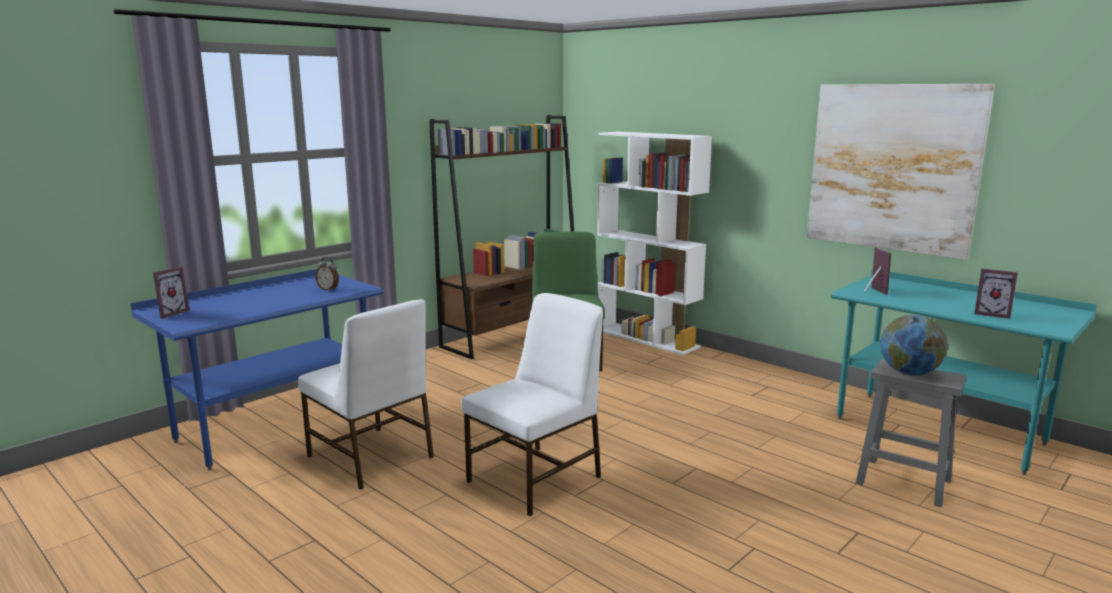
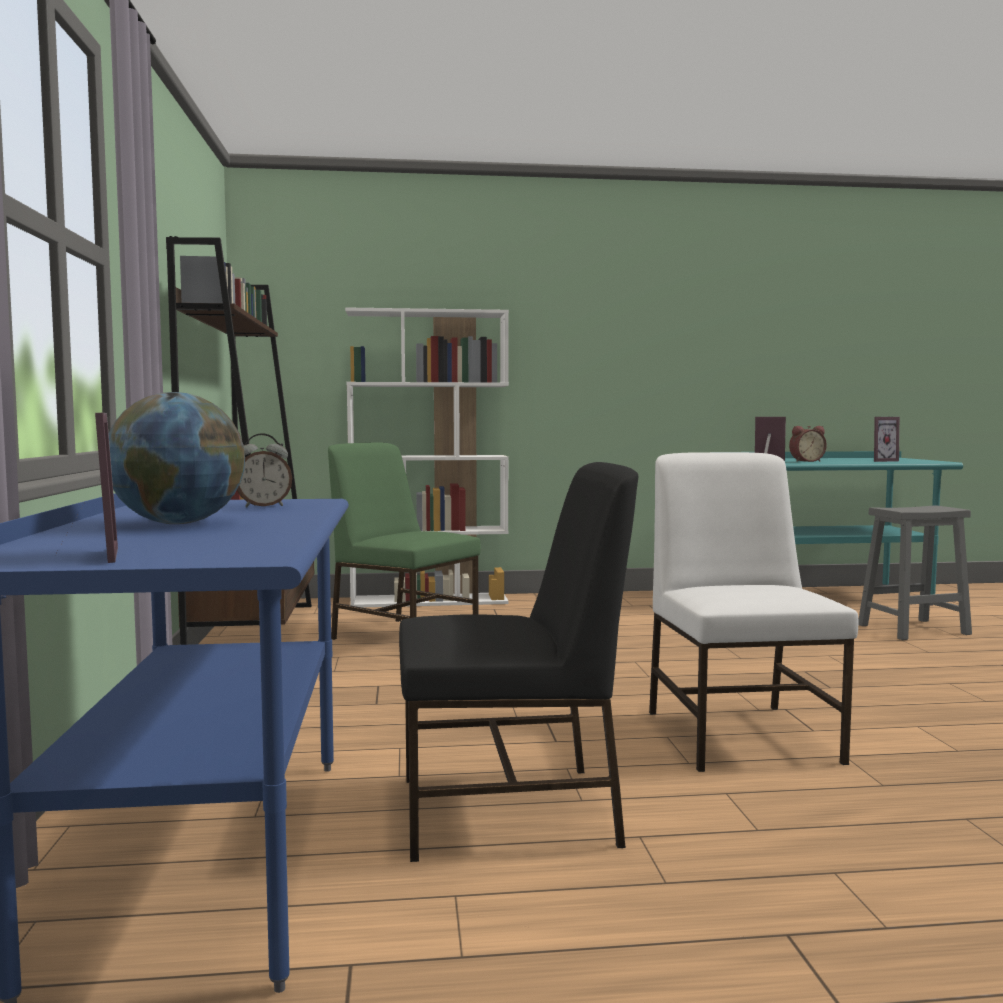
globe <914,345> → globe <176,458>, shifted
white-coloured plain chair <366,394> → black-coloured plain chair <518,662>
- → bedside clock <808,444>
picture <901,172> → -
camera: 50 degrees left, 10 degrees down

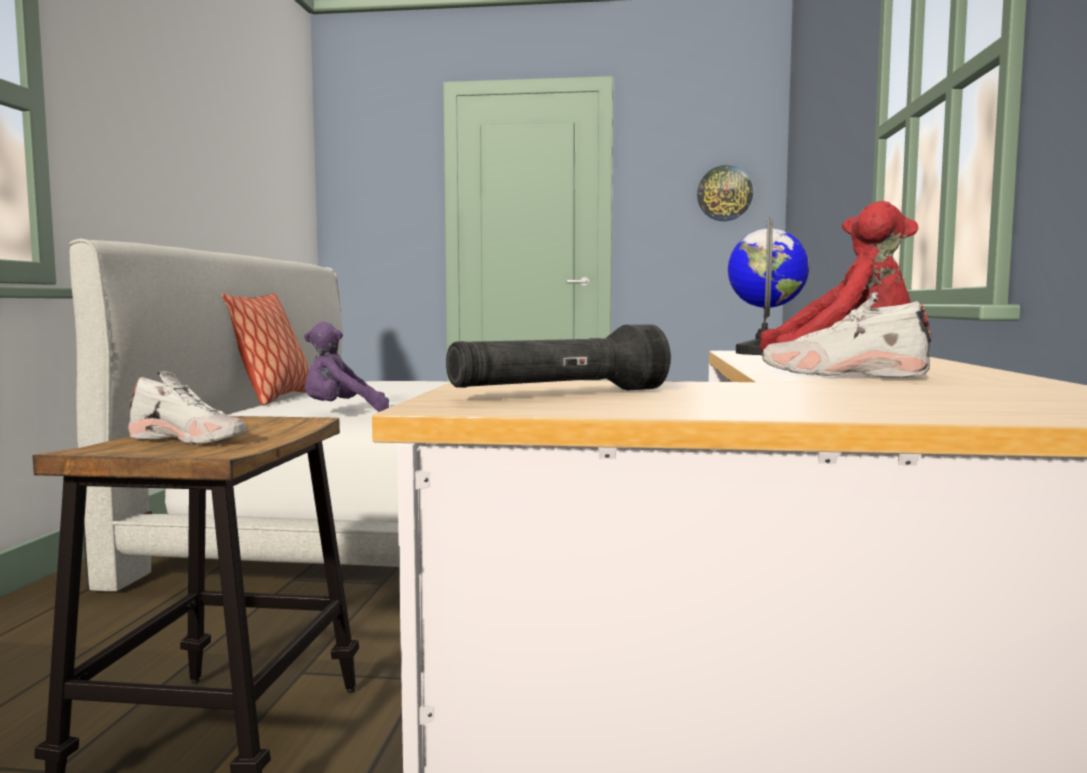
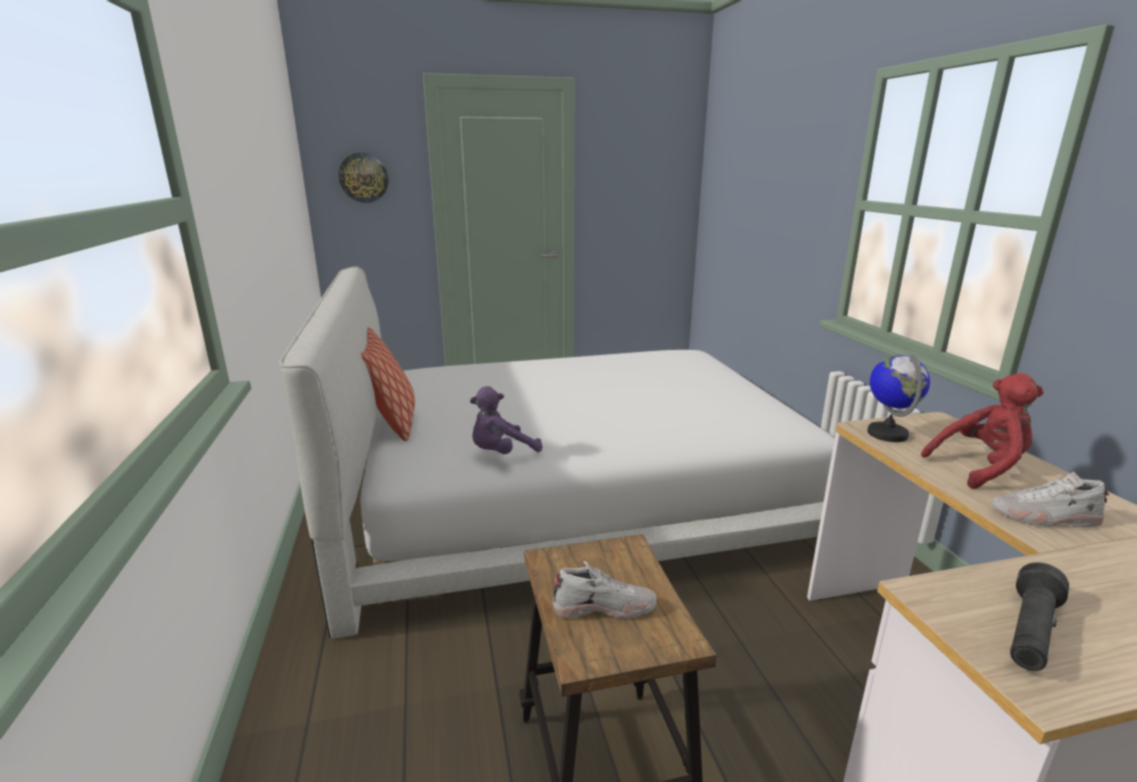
clock on the wall <725,193> → clock on the wall <364,178>, shifted
camera: 20 degrees left, 15 degrees up

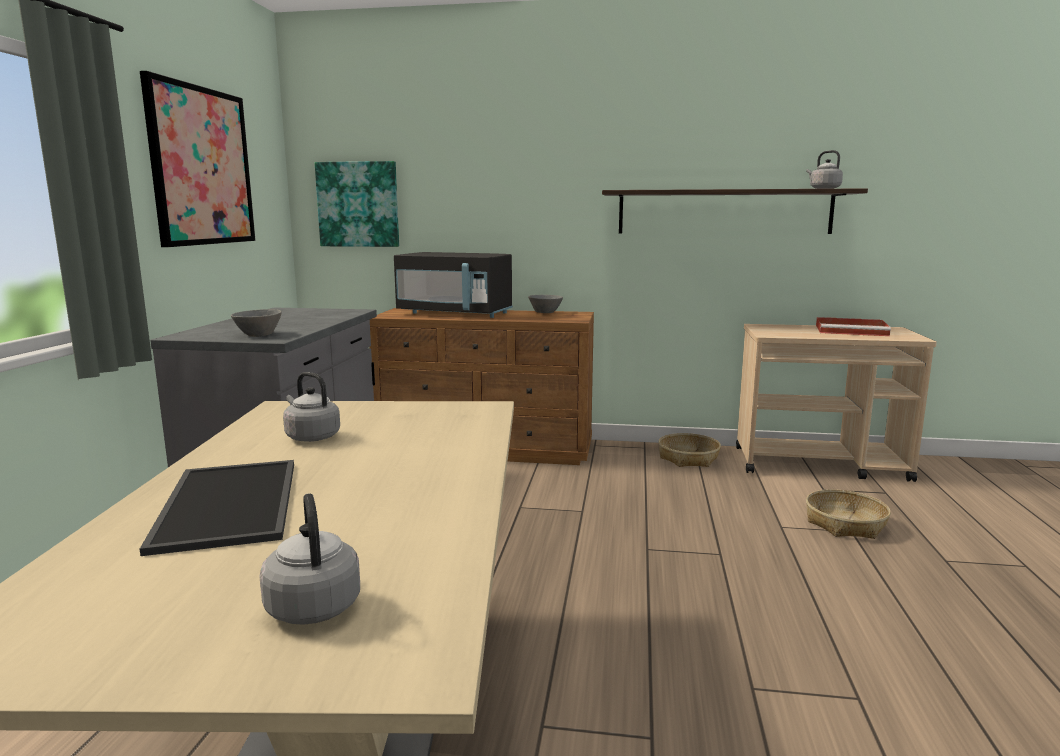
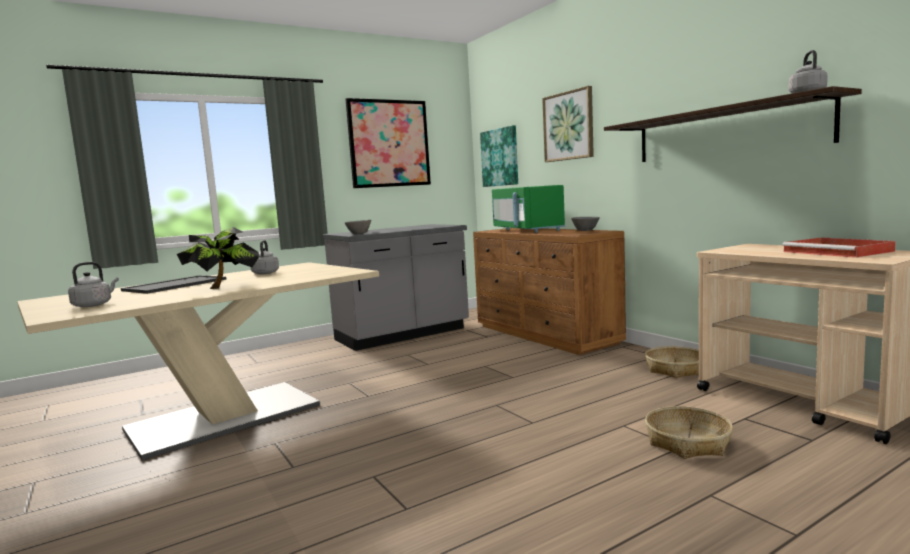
- → potted plant <218,258>
black-coloured kitchen microwave <453,285> → greenish kitchen microwave <528,209>
- → picture <568,124>
camera: 50 degrees right, 5 degrees down

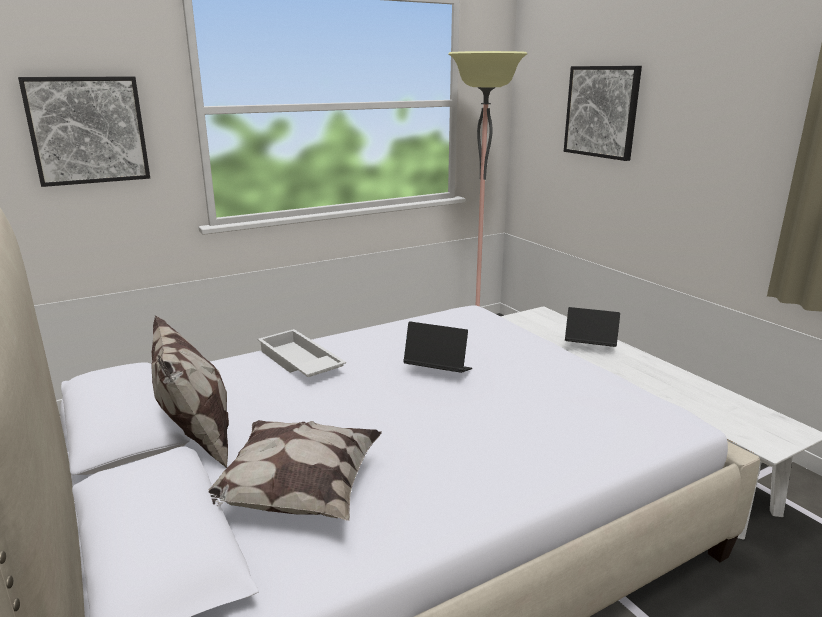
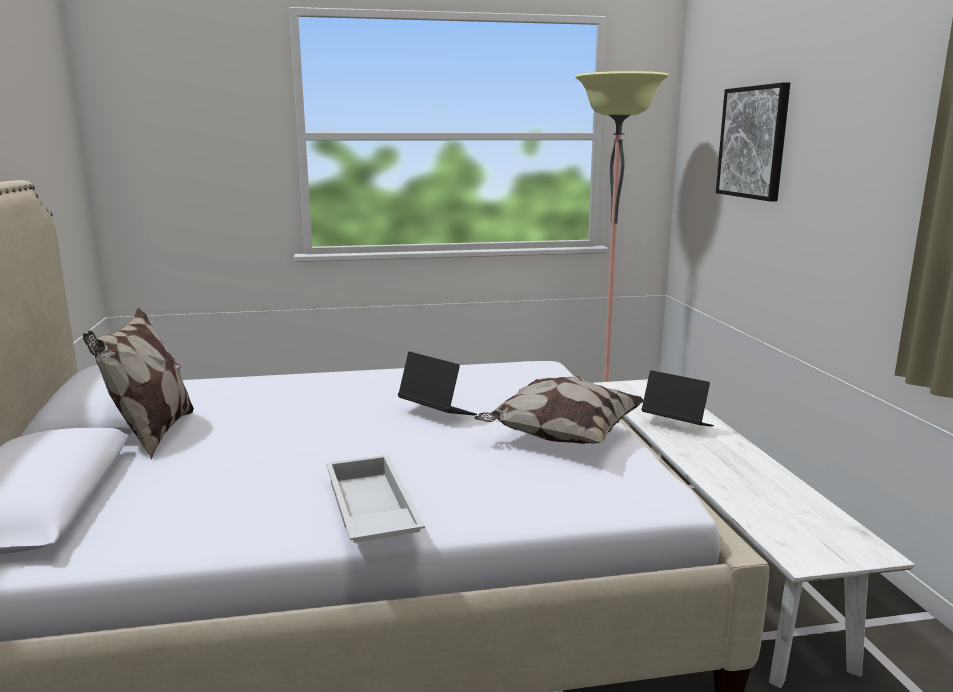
white-coloured tray <302,353> → white-coloured tray <375,499>, shifted
pillow <295,470> → pillow <559,410>, shifted
picture <84,132> → -
camera: 20 degrees right, 5 degrees down

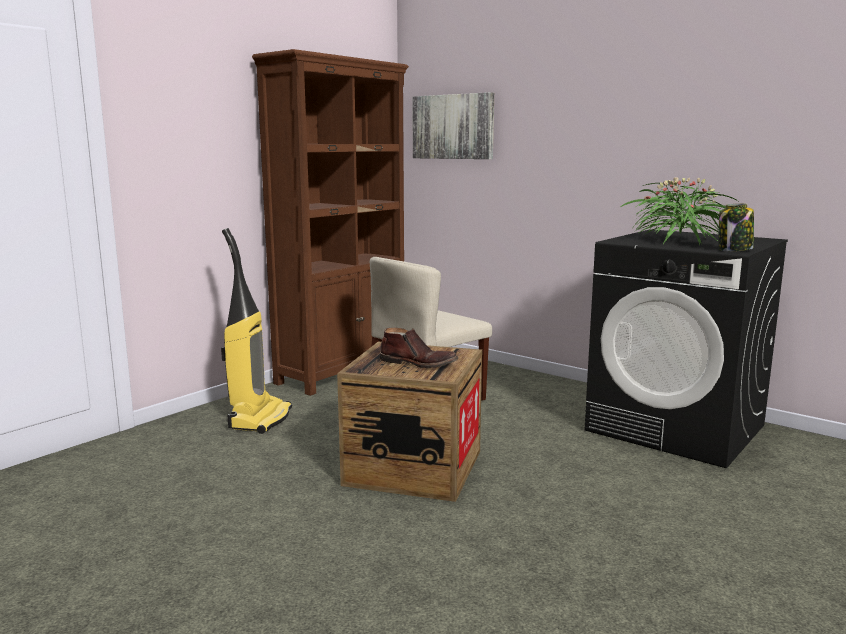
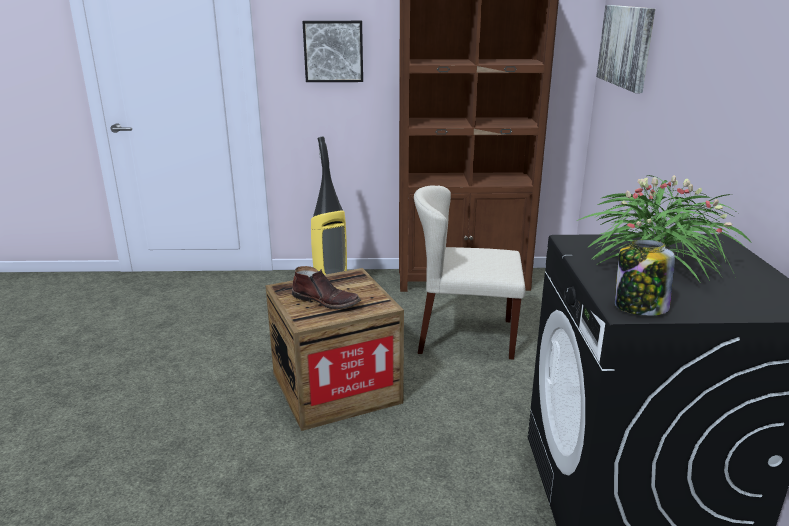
brown high-top boot <418,348> → brown high-top boot <326,287>, 45 degrees counterclockwise
- → picture <332,51>
camera: 50 degrees right, 10 degrees up

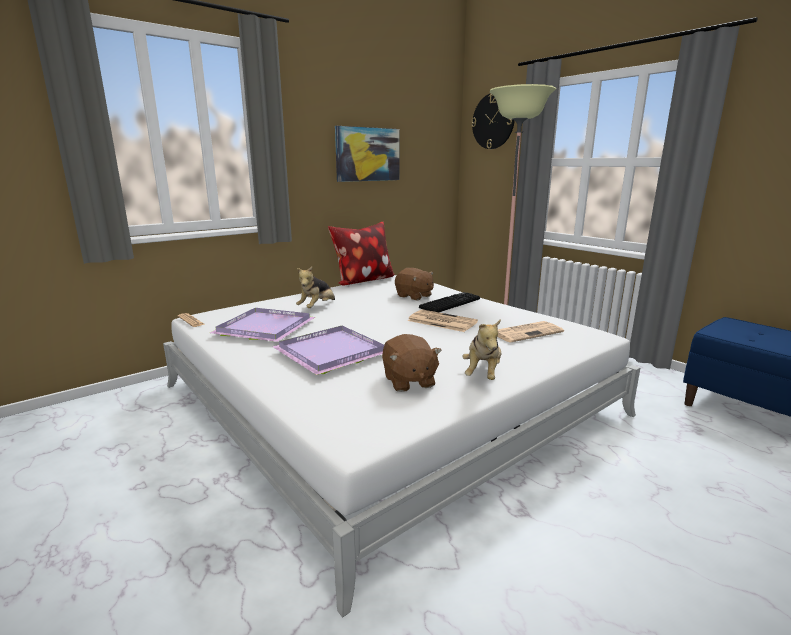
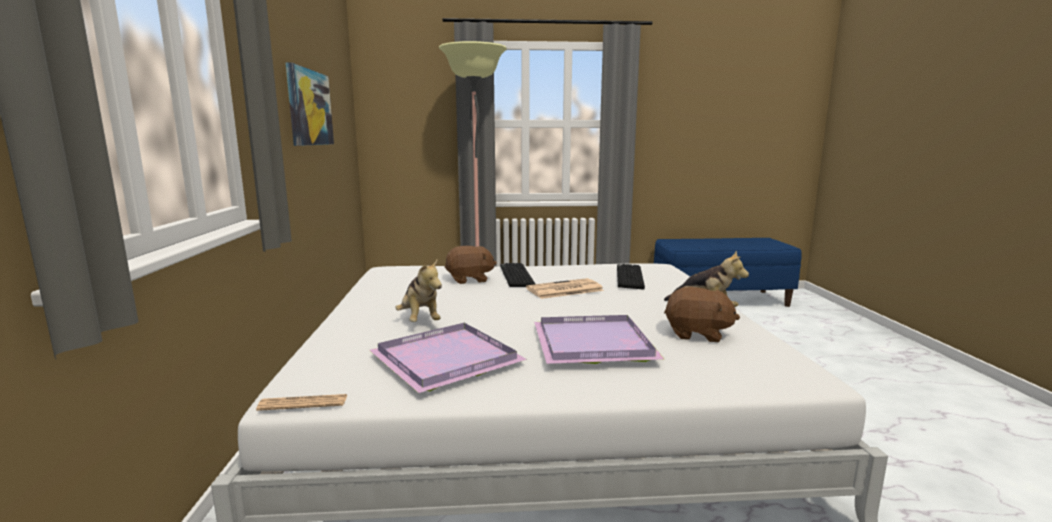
printed paper <530,332> → keyboard <631,277>
pillow <361,253> → -
clock on the wall <493,121> → -
camera: 55 degrees left, 5 degrees down

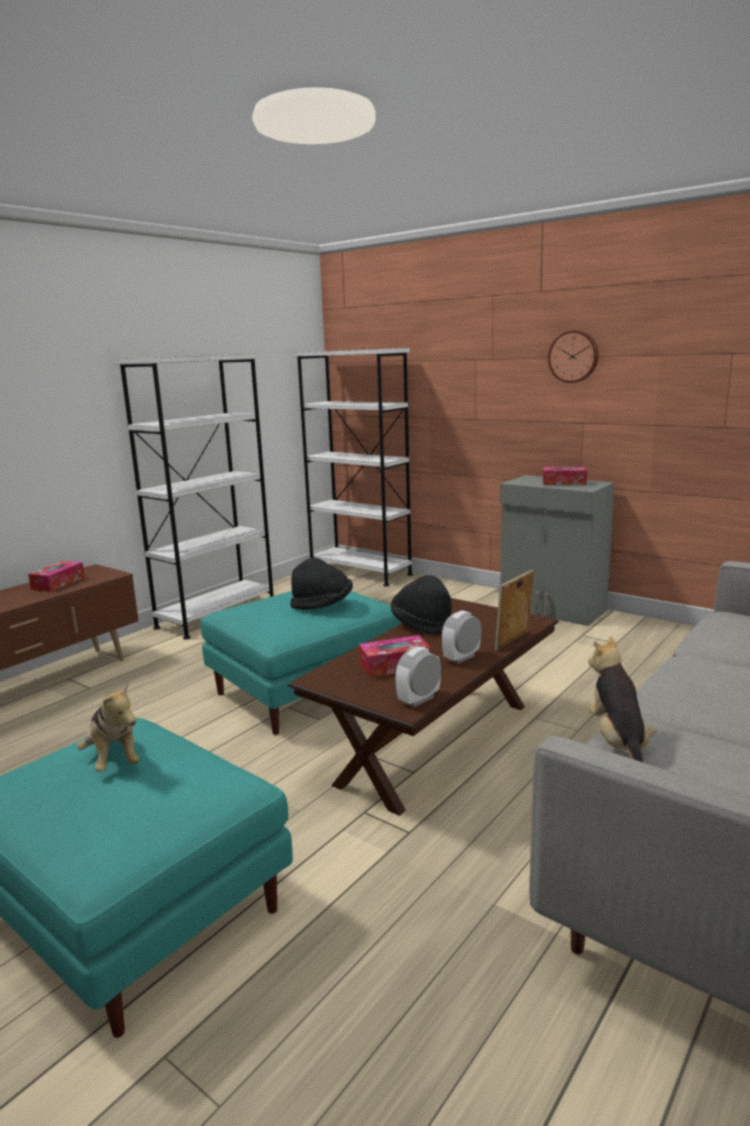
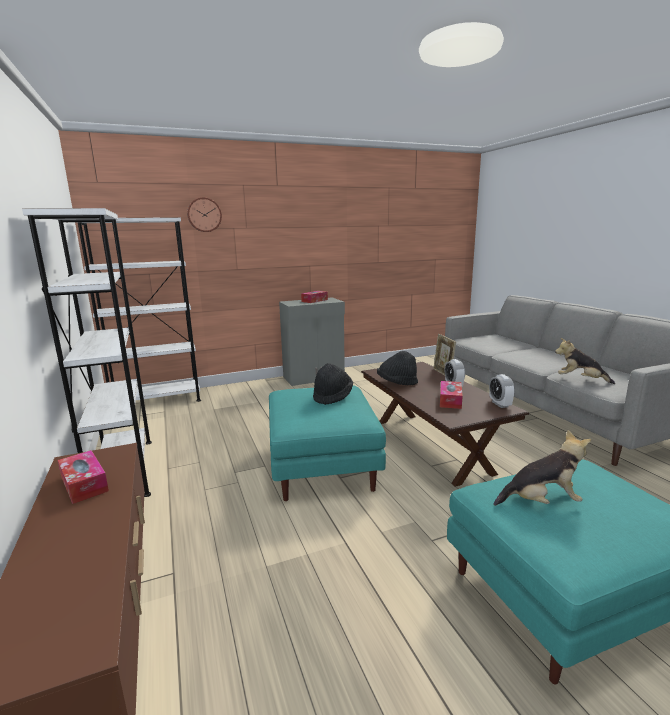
clock on the wall <573,356> → clock on the wall <204,214>, shifted
camera: 60 degrees left, 0 degrees up

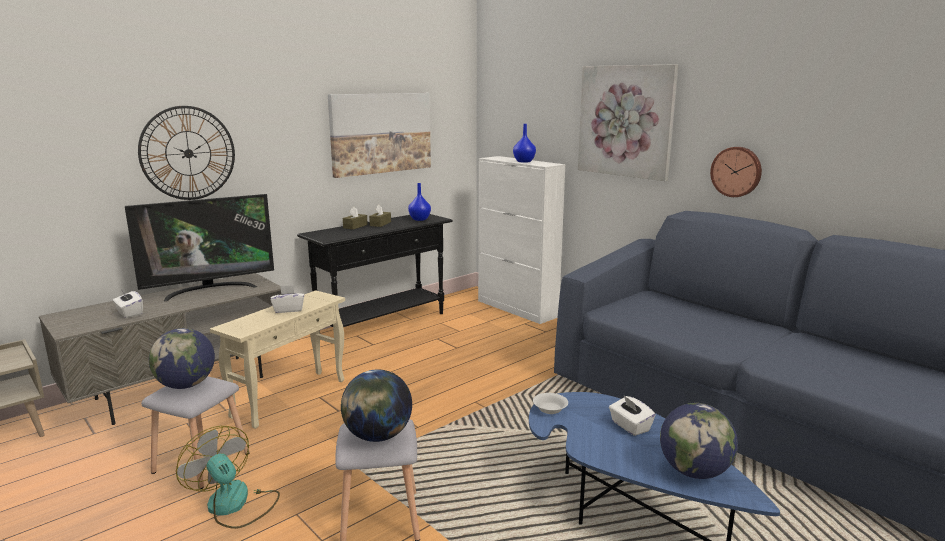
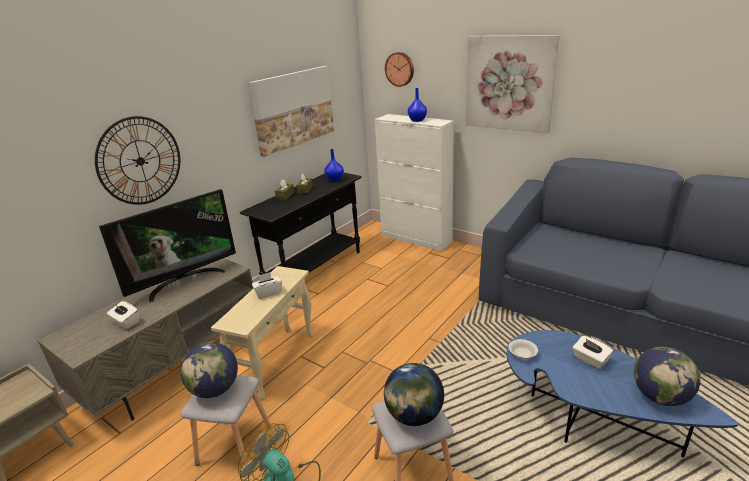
clock on the wall <736,172> → clock on the wall <399,69>, shifted
camera: 10 degrees left, 10 degrees up

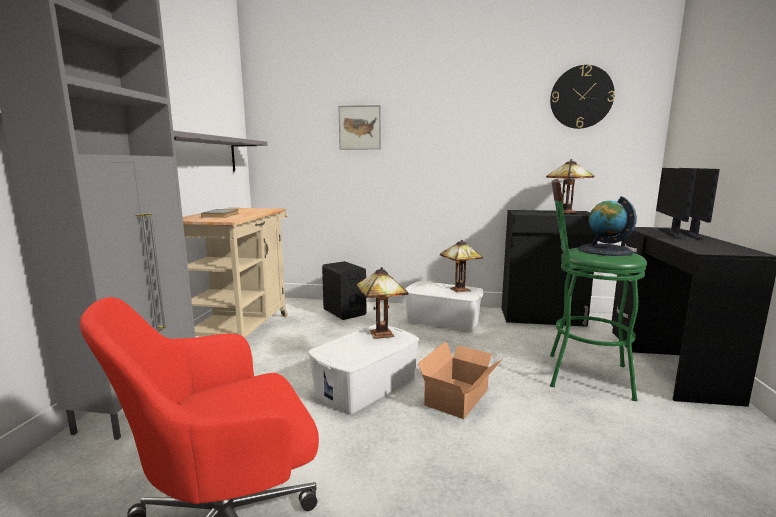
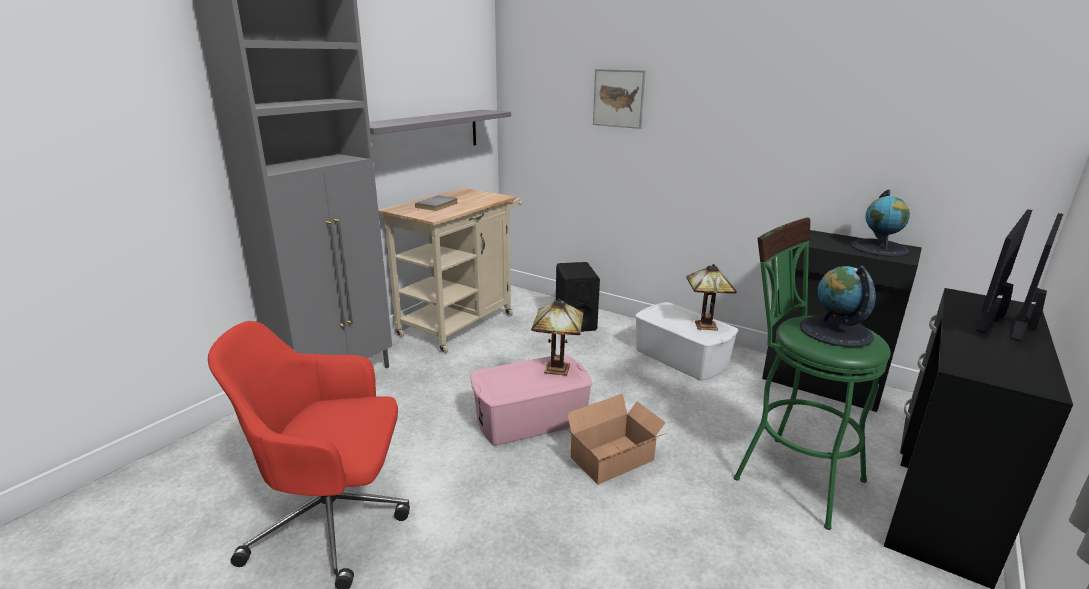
white-coloured storage bin <363,369> → pink storage bin <531,400>
lamp for a table <570,186> → globe <880,223>
clock on the wall <582,97> → -
camera: 25 degrees right, 10 degrees up

